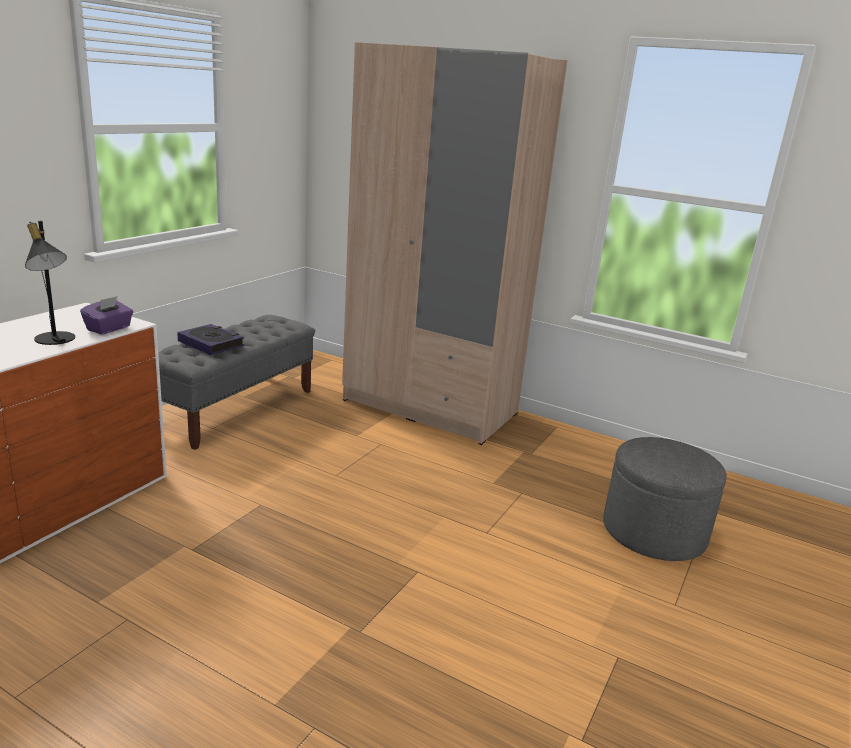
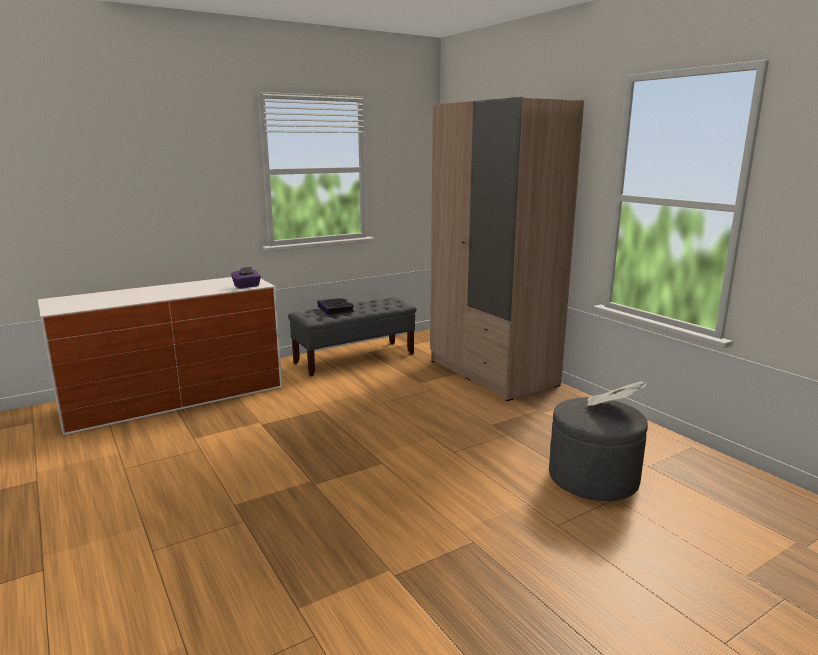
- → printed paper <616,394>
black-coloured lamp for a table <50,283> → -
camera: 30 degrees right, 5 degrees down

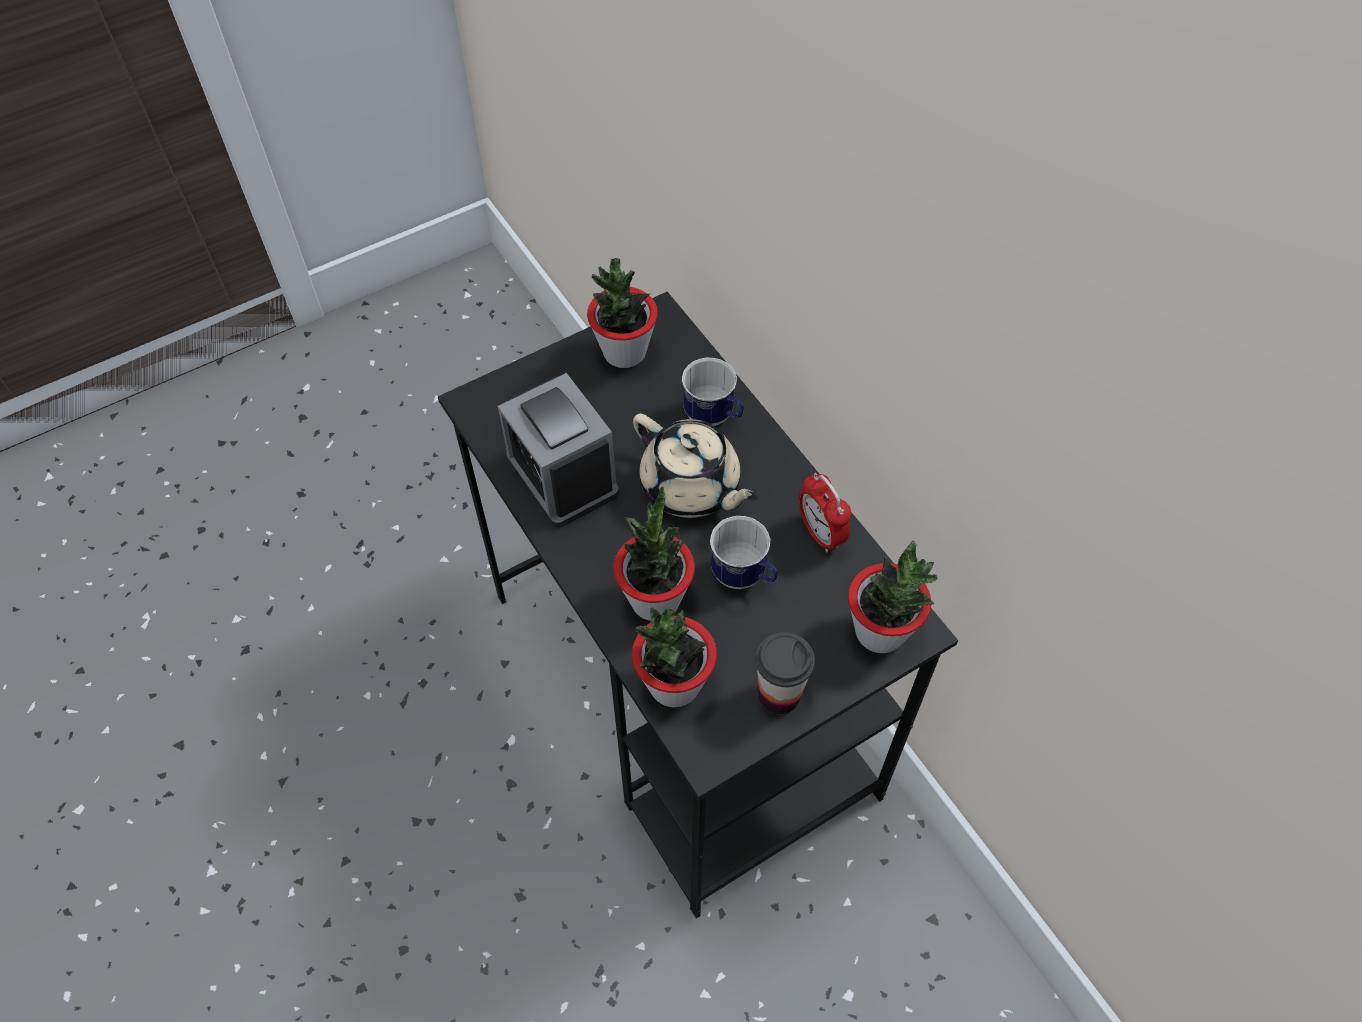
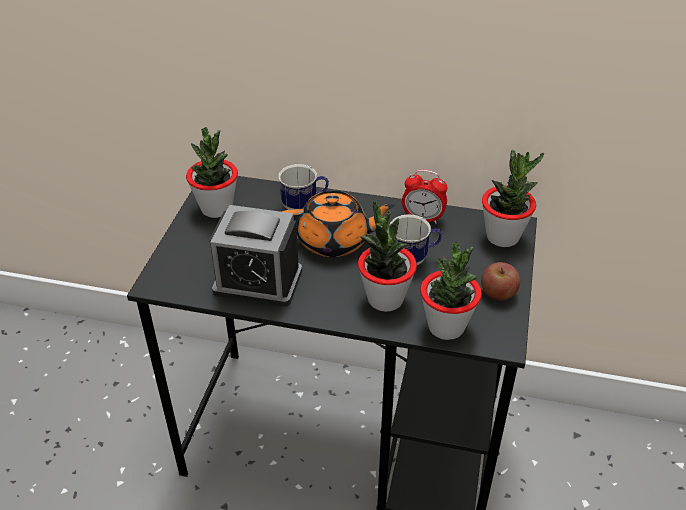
sand-coloured teapot <695,466> → orange teapot <338,224>
cup <785,673> → apple <500,281>
camera: 45 degrees left, 15 degrees down

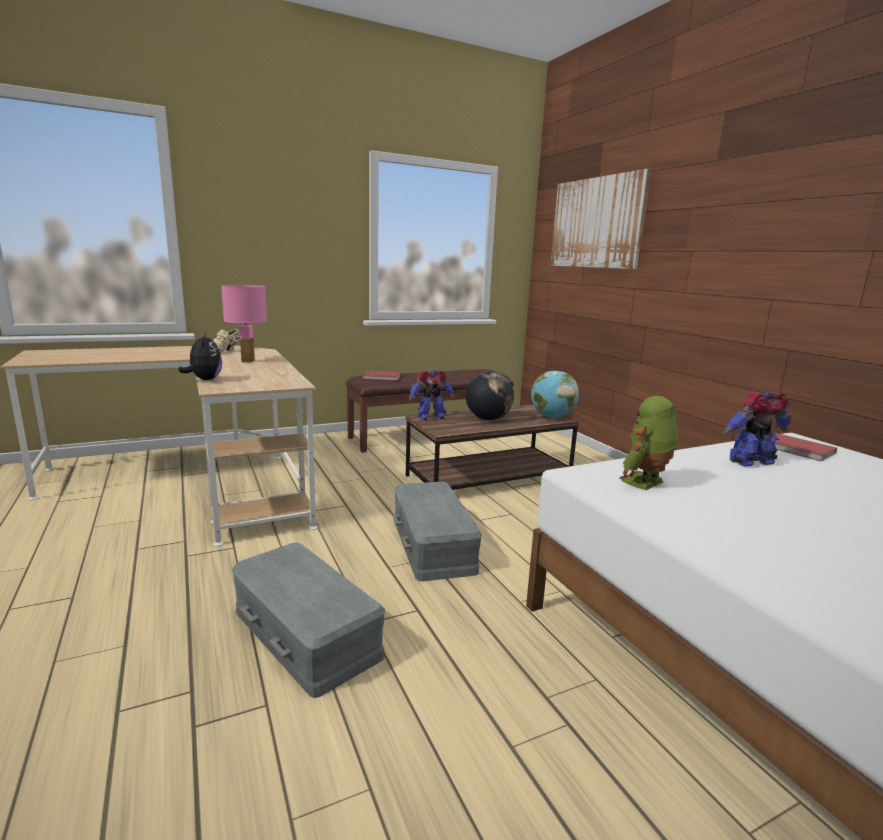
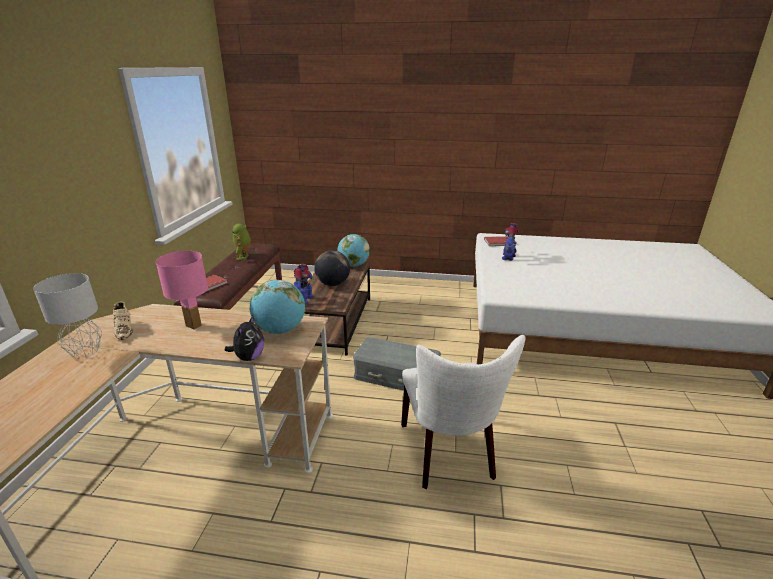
- → gray lamp for a table <67,315>
cuddly toy <200,356> → cuddly toy <244,338>, 90 degrees clockwise
robot figure <648,443> → robot figure <242,242>, shifted
- → globe <278,307>
gray storage bin <309,620> → white-coloured plain chair <463,412>
picture <601,219> → -
camera: 55 degrees left, 10 degrees up

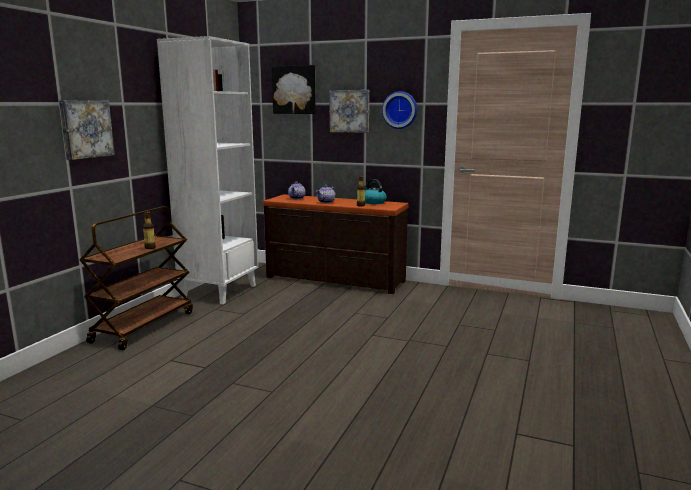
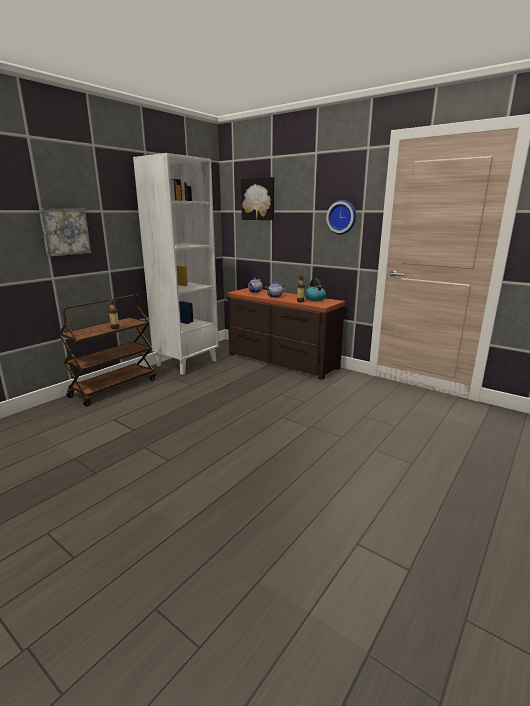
picture <349,111> → -
camera: 15 degrees right, 5 degrees up

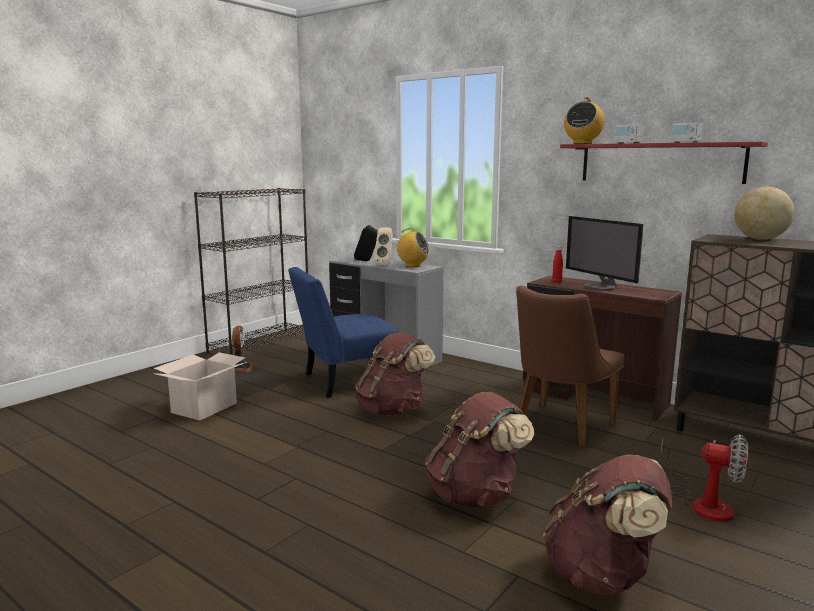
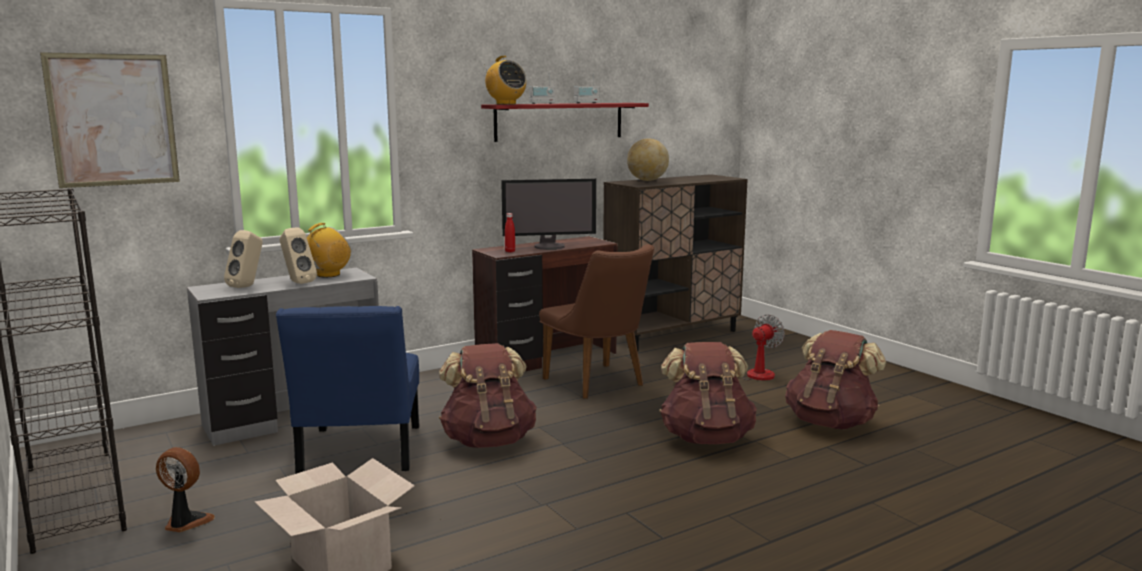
- → picture <110,120>
black-coloured audio speaker <366,243> → sand-coloured audio speaker <243,259>
camera: 70 degrees left, 0 degrees up

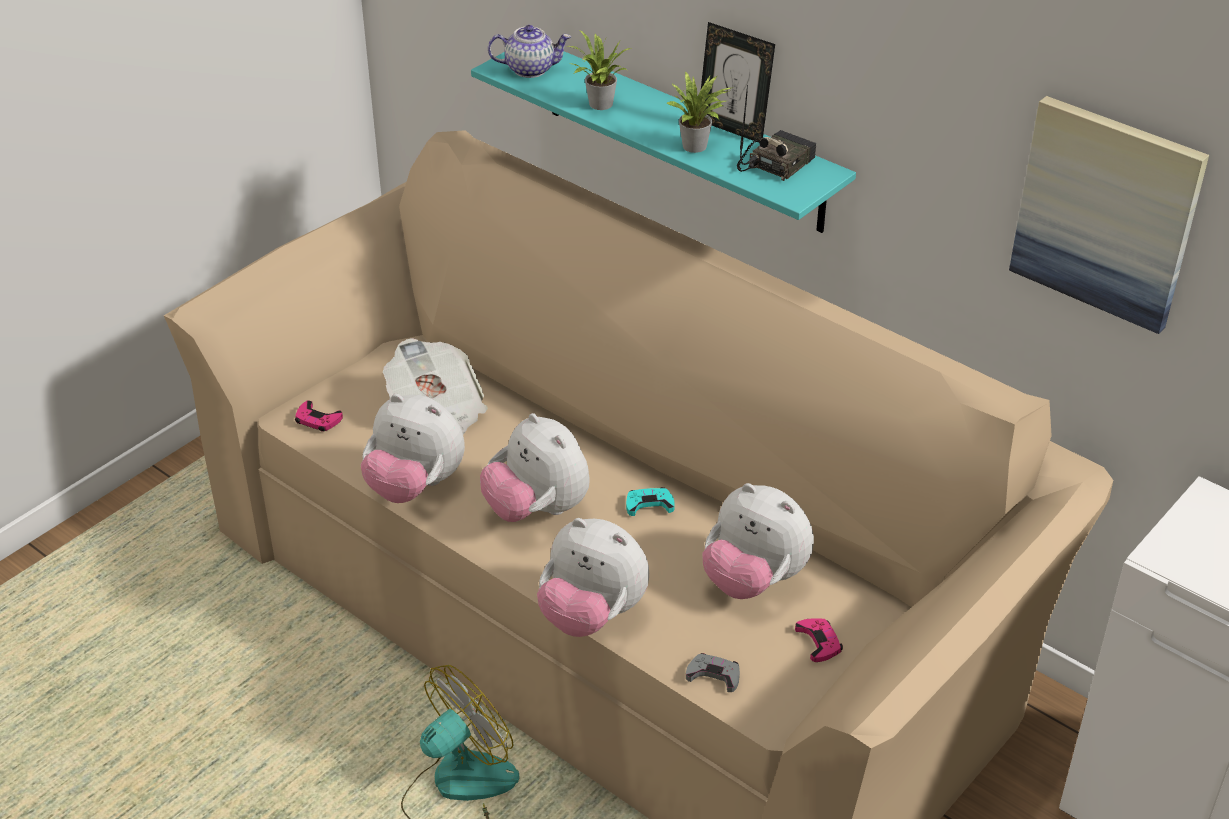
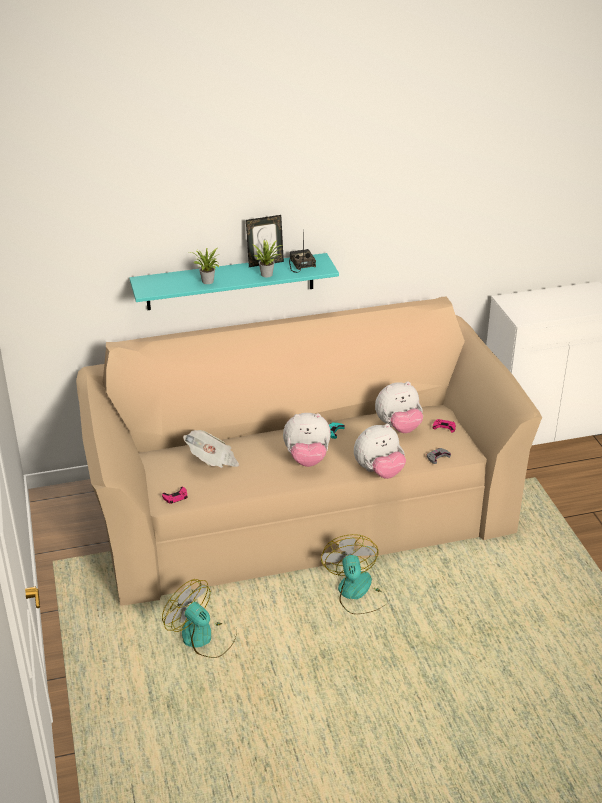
- → fan <199,618>
cuddly toy <413,448> → -
teapot <529,51> → -
picture <1109,215> → -
camera: 55 degrees left, 5 degrees down

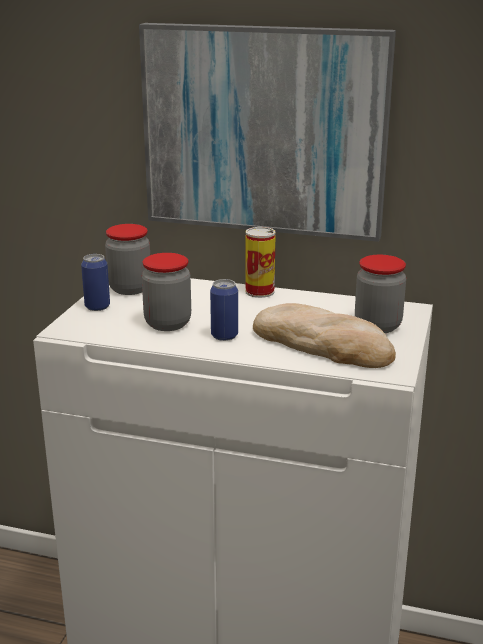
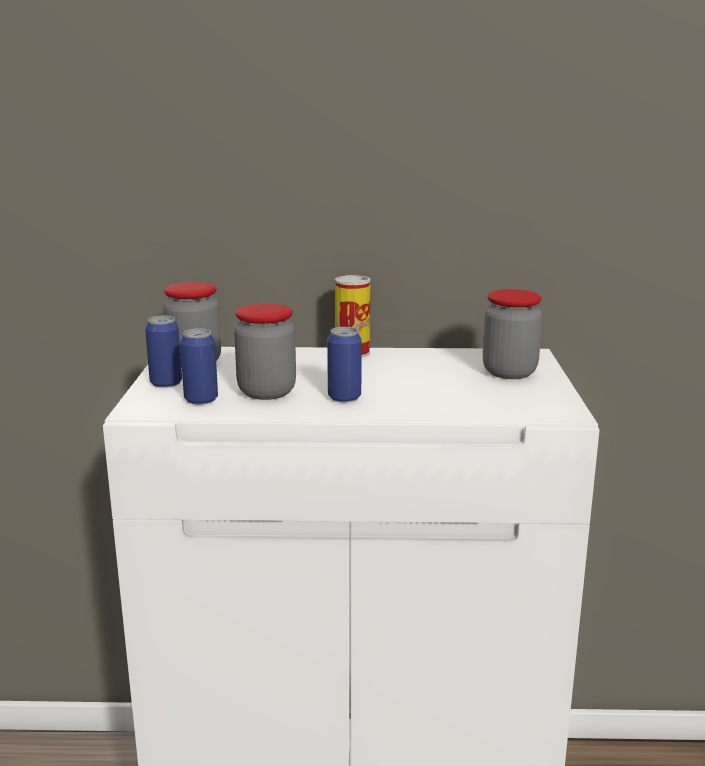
- → sealed can <199,366>
picture <267,132> → -
bread <324,335> → -
camera: 15 degrees left, 5 degrees down

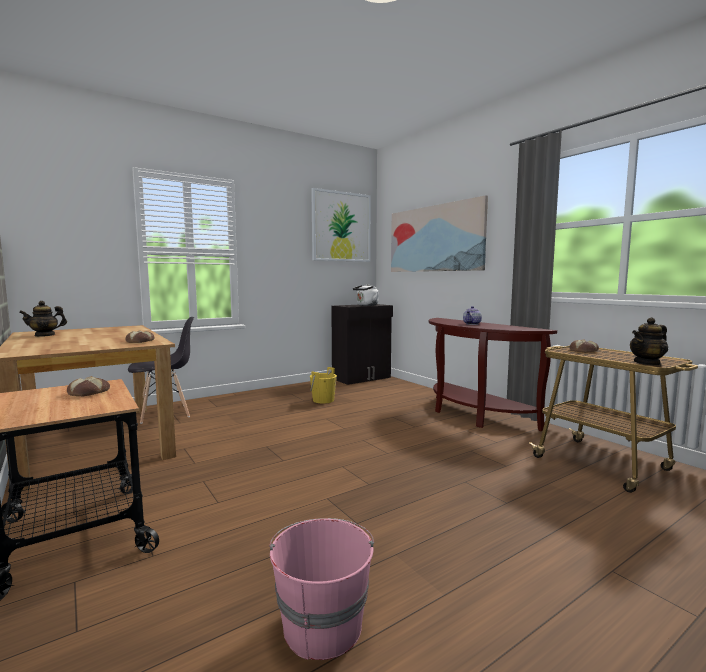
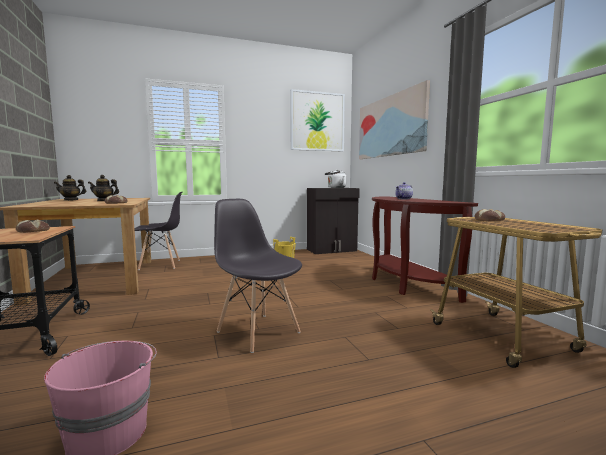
teapot <649,341> → teapot <103,188>, shifted
- → gray plain chair <258,276>
camera: 15 degrees right, 0 degrees up

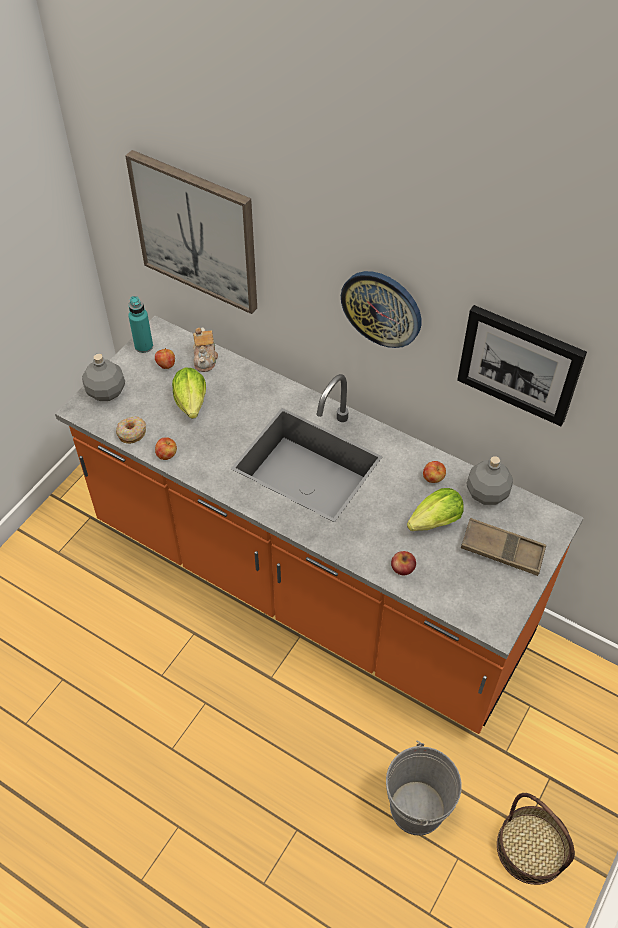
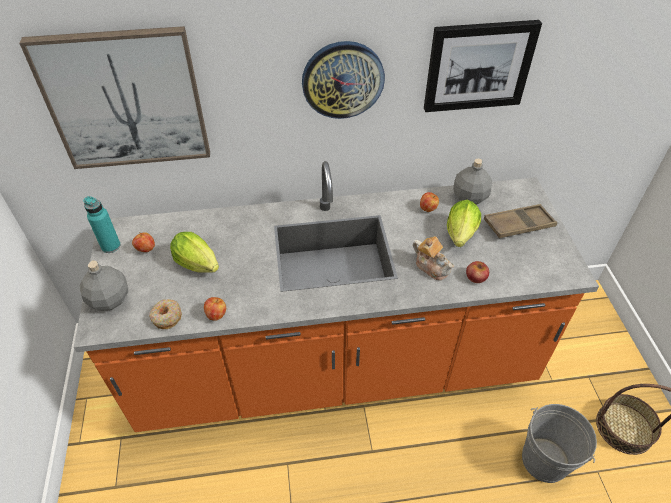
teapot <205,349> → teapot <433,258>, shifted
camera: 40 degrees left, 5 degrees down

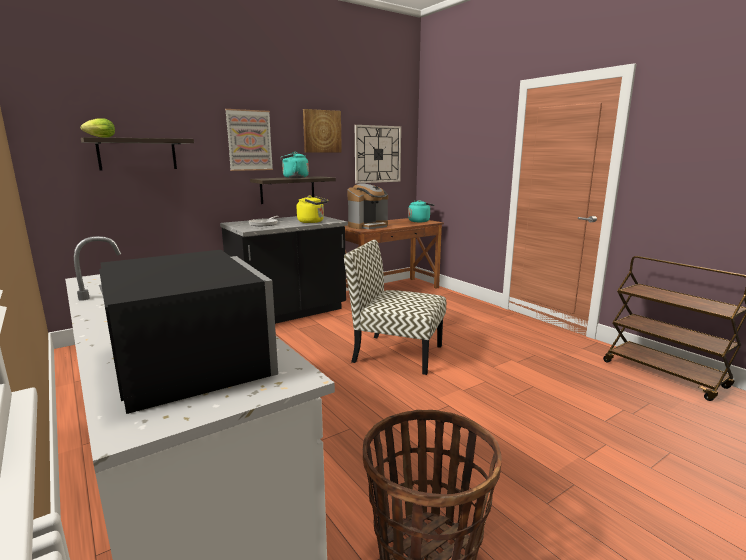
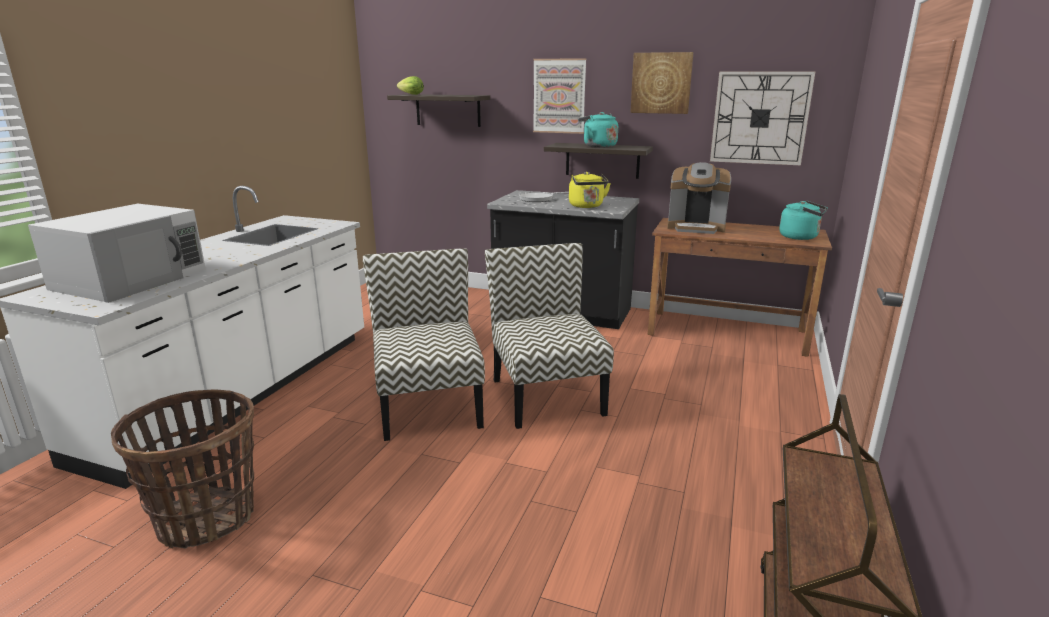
black-coloured kitchen microwave <188,332> → white-coloured kitchen microwave <117,253>
- → plain chair <424,344>
camera: 55 degrees right, 5 degrees up

